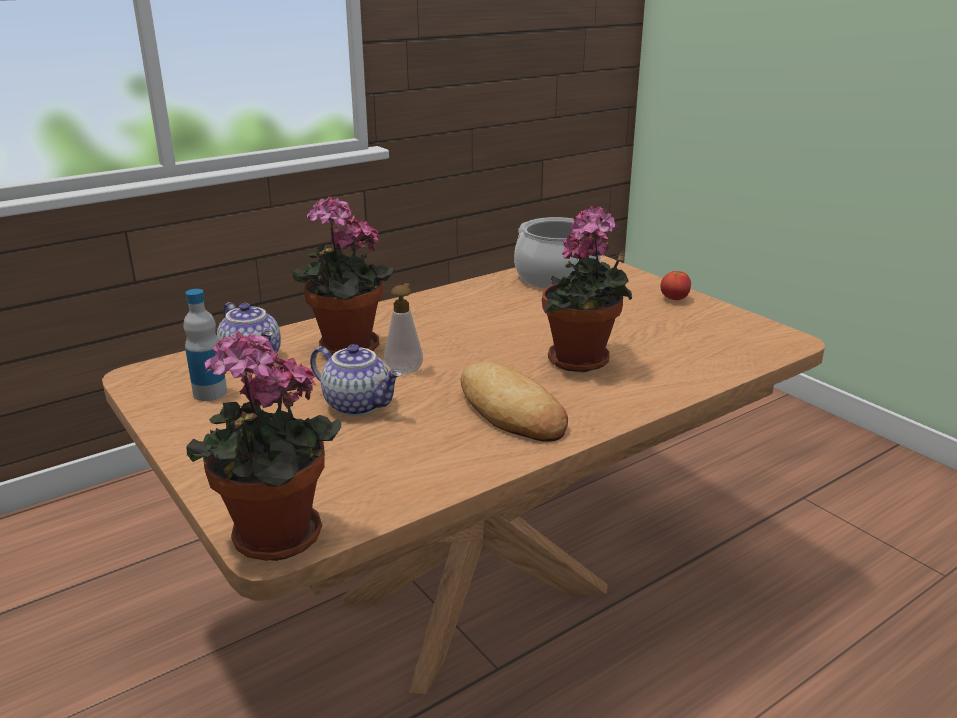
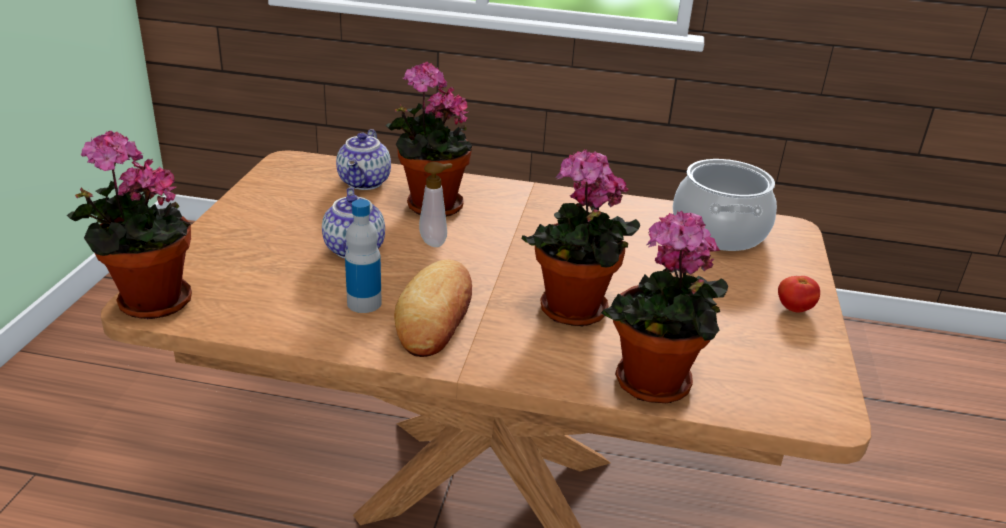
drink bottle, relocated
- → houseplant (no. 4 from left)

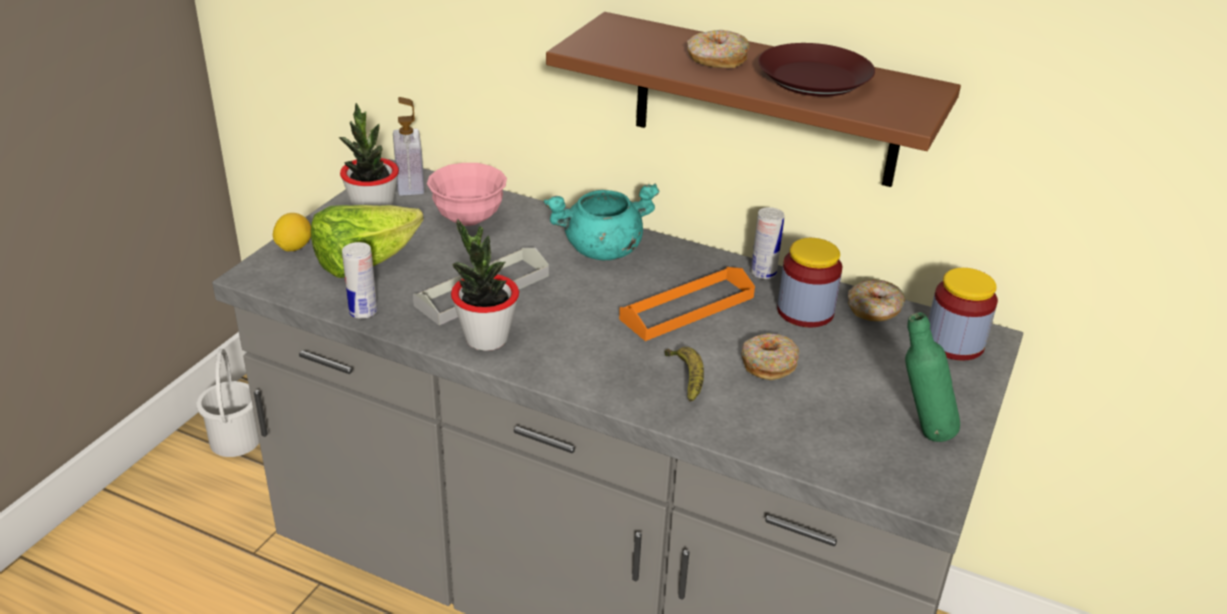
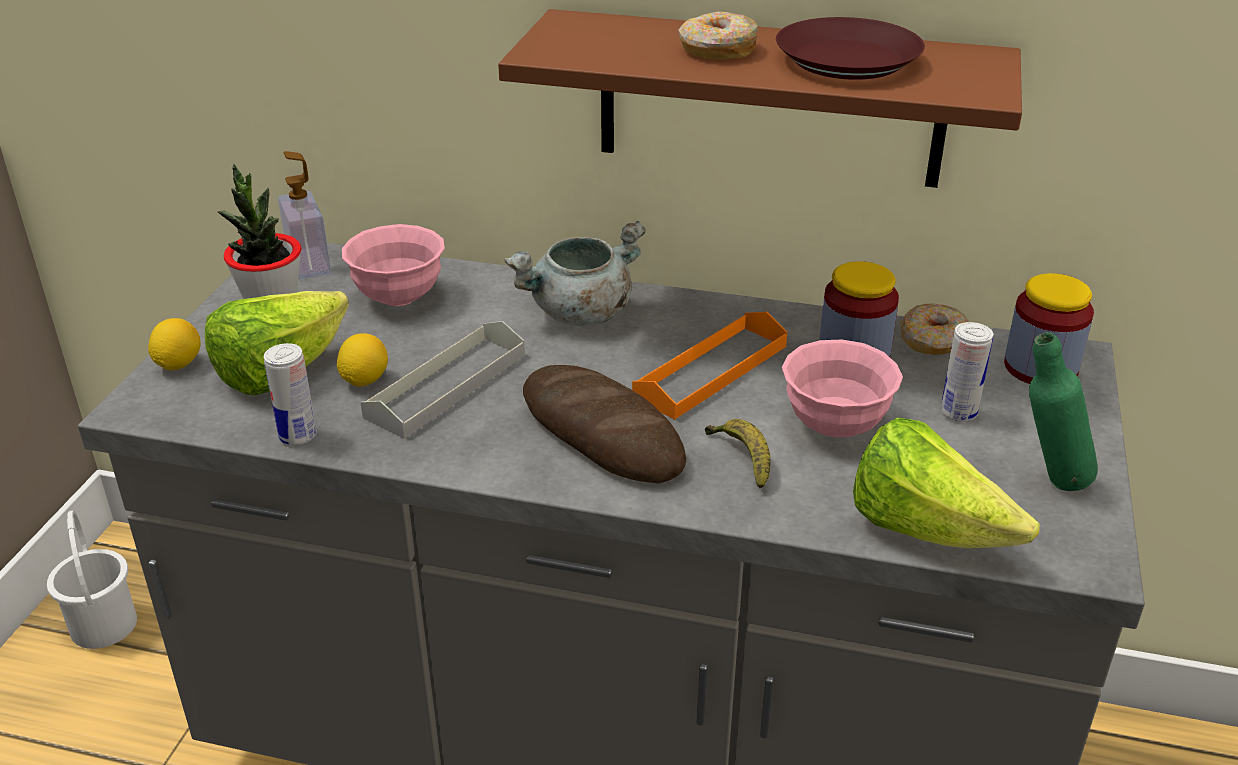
houseplant (no. 2 from left) → -
turquoise-coloured saucepot → gray saucepot
doughnut (no. 2 from left) → pink bowl (no. 2 from left)
metal can (no. 2 from left), relocated
- → citrus fruit (no. 2 from left)
- → baked bread
- → lettuce (no. 2 from left)

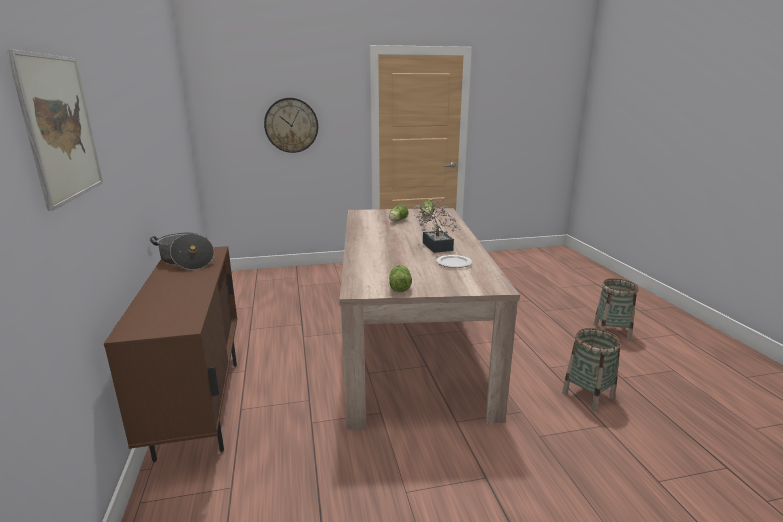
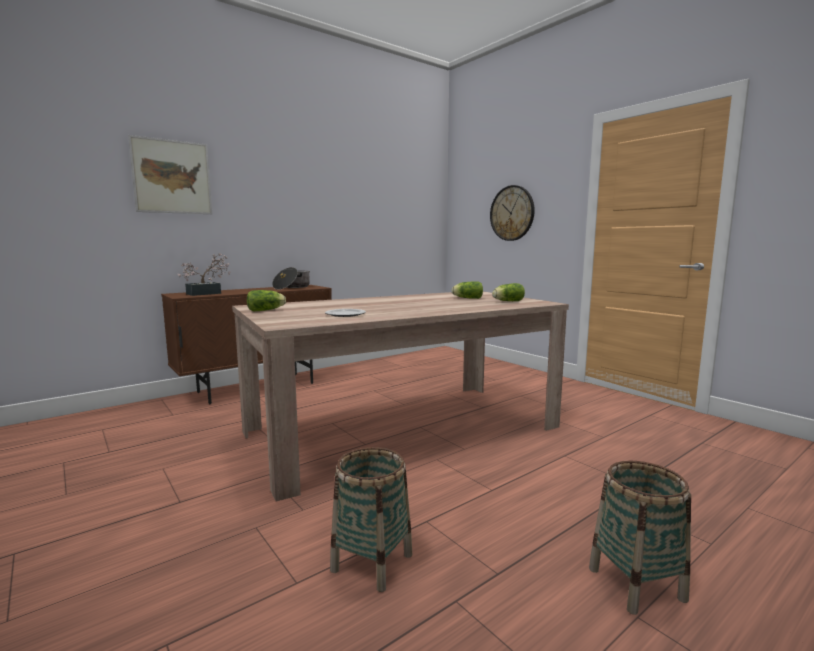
houseplant, relocated

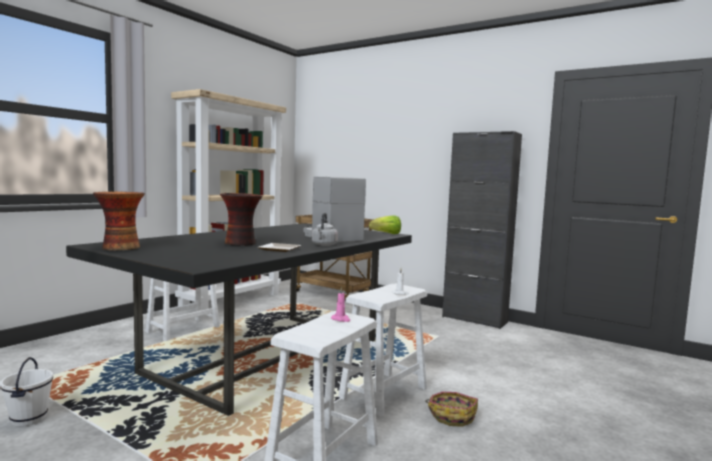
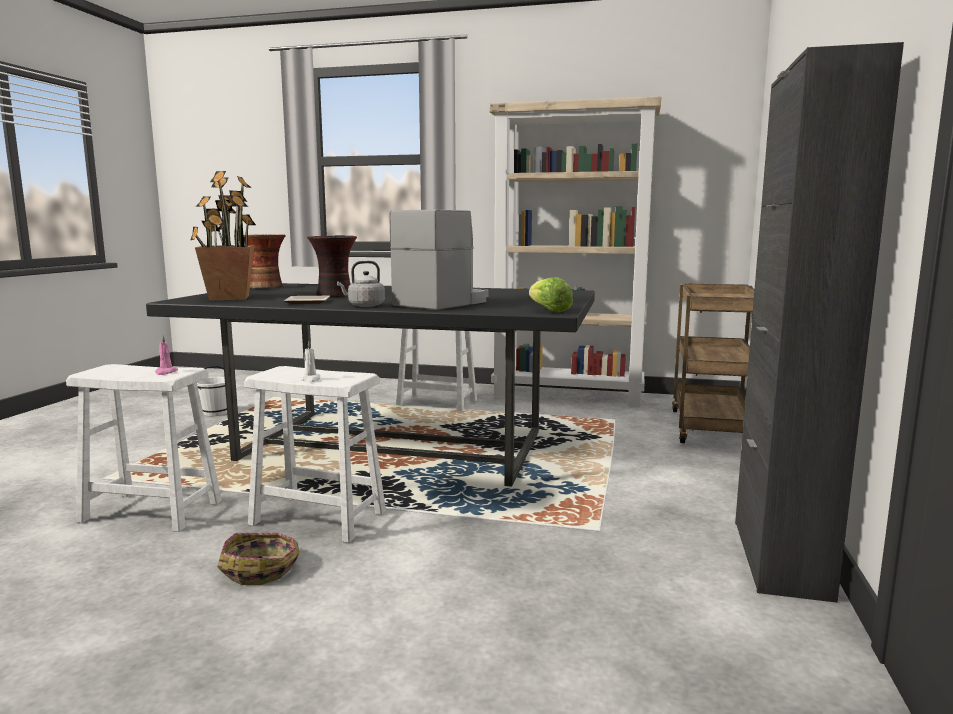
- → houseplant

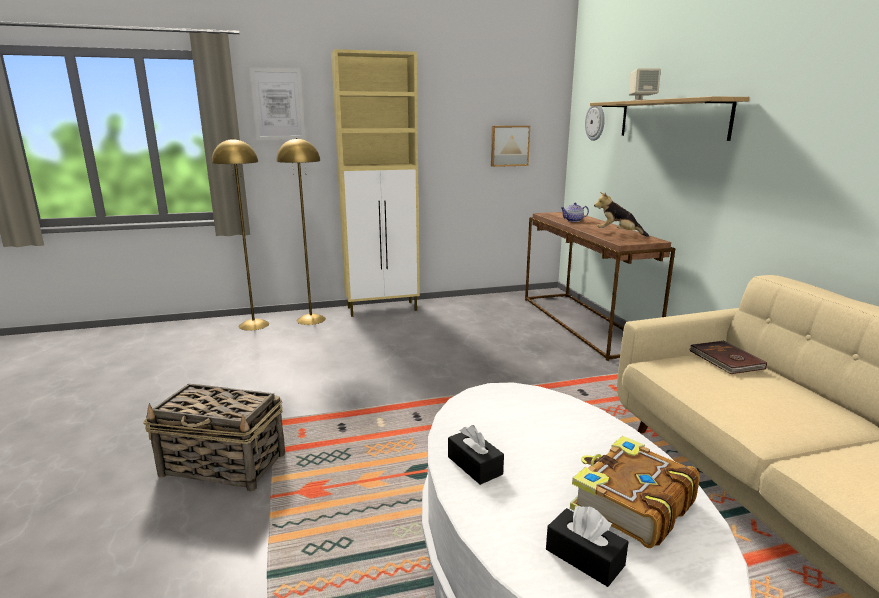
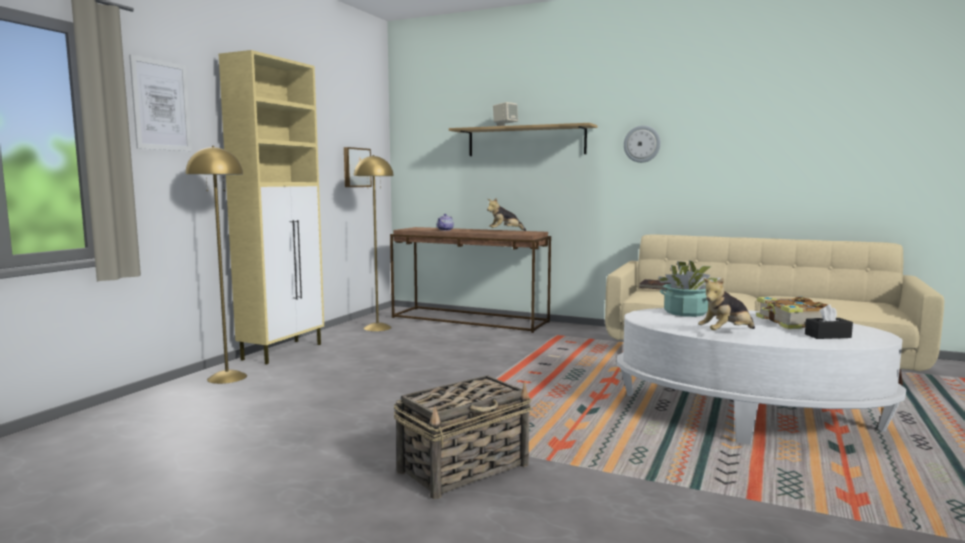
yellow floor lamp (no. 1 from left in the first image) → yellow floor lamp (no. 2 from left), relocated
black-coloured tissue holder (no. 1 from left) → soft toy (no. 2 from left)
wall clock, relocated
- → houseplant

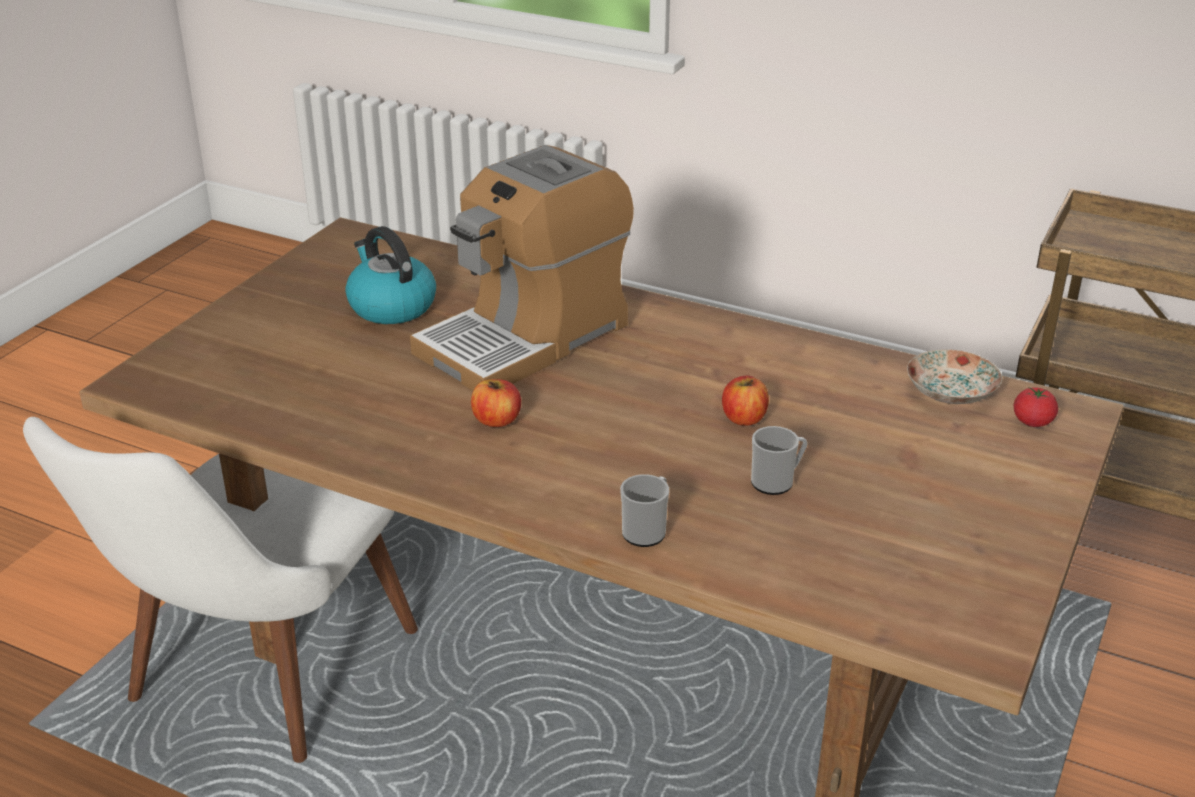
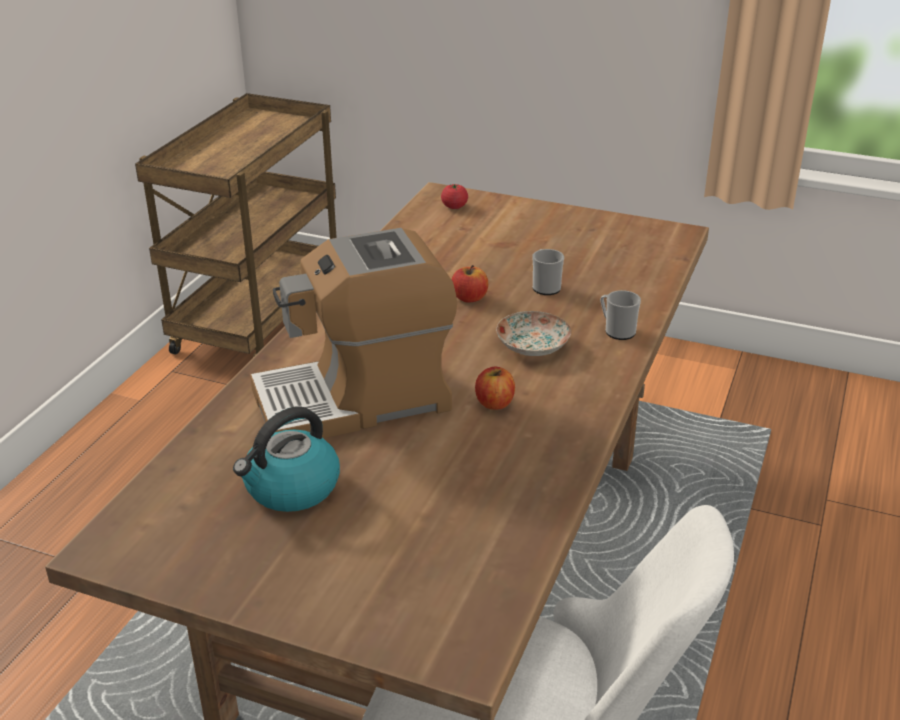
coffee machine, 120 degrees clockwise
plate, relocated

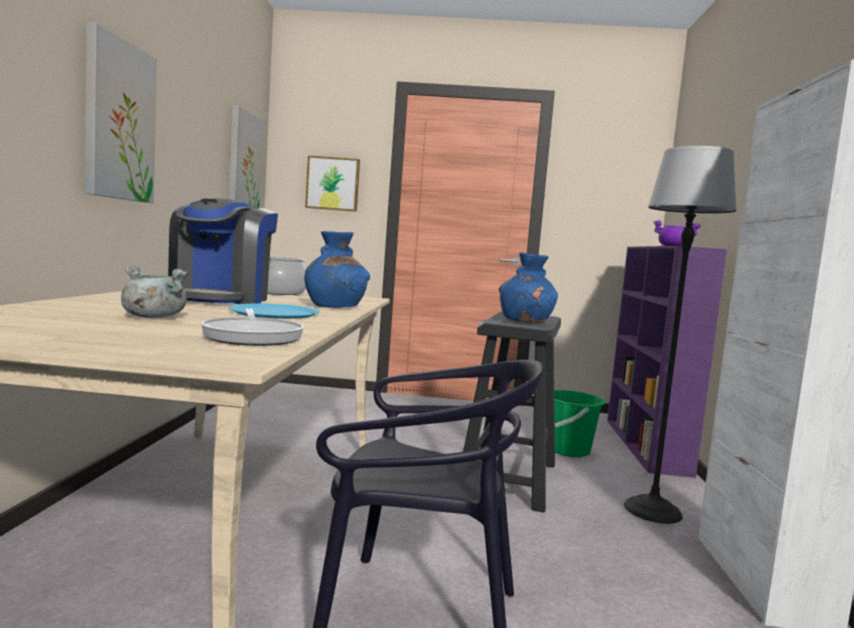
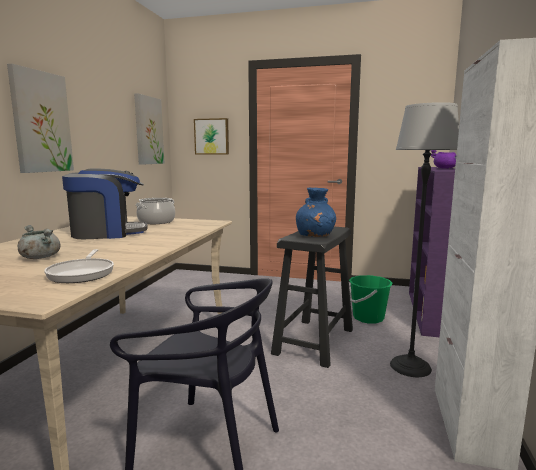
coffee machine, 120 degrees counterclockwise
blue-coloured plate → -
blue-coloured decorative vase (no. 1 from left) → -

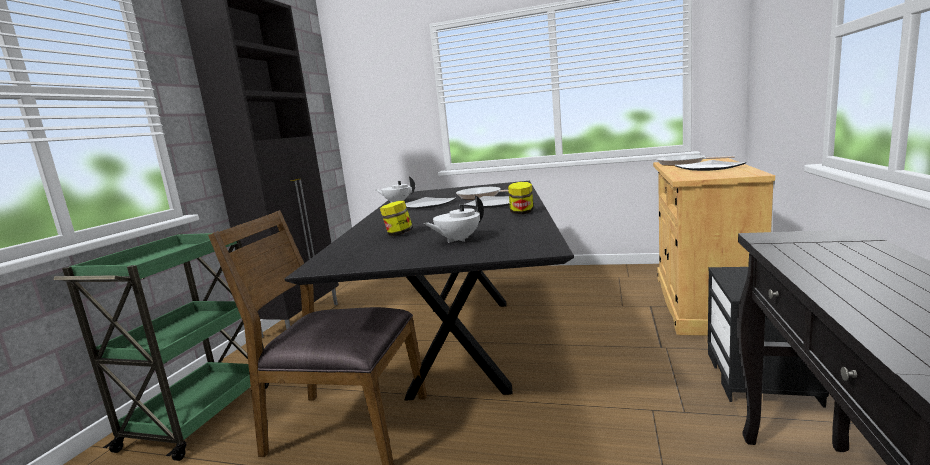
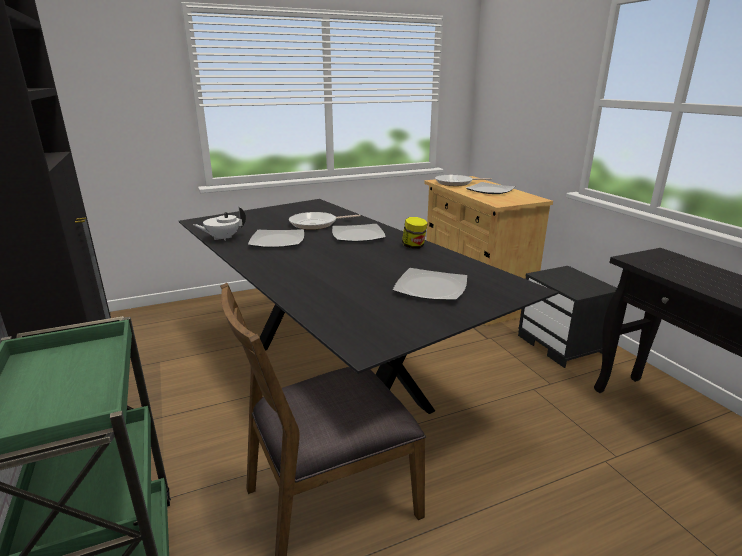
storage jar (no. 1 from left) → -
whitish tea pot (no. 2 from left) → plate (no. 3 from left)

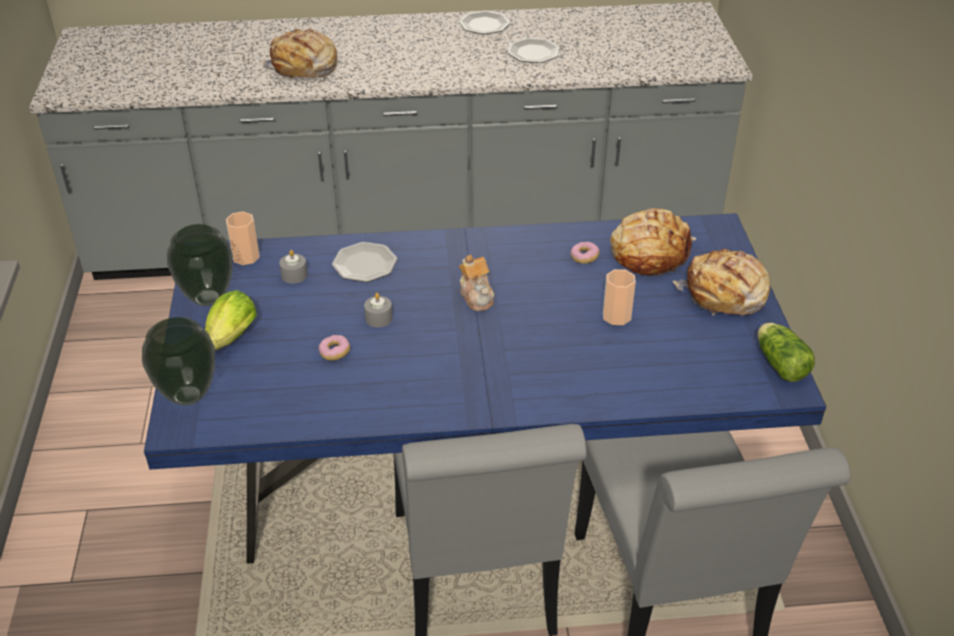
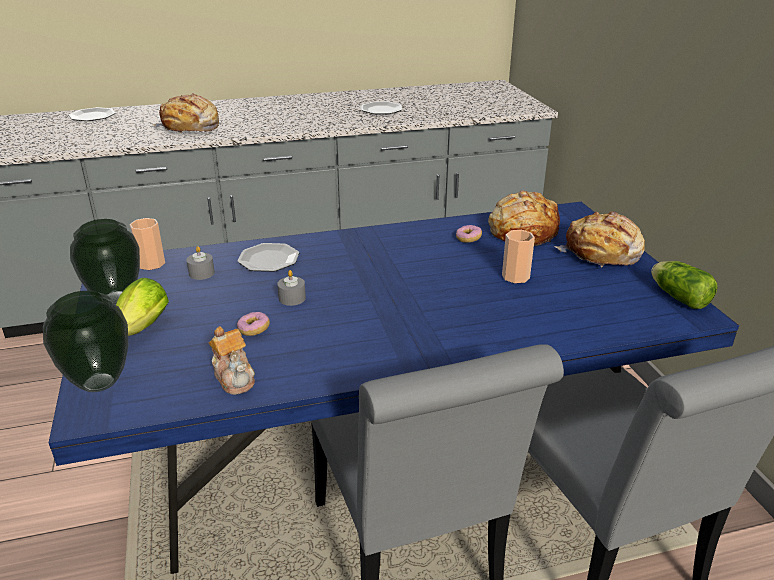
plate (no. 2 from left in the first image) → plate (no. 1 from left), relocated
tea pot, relocated

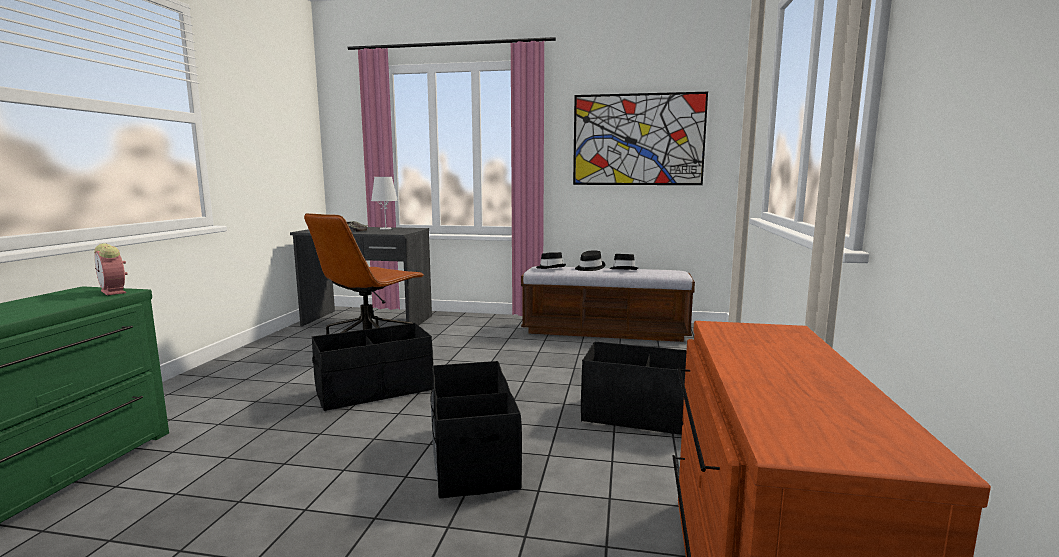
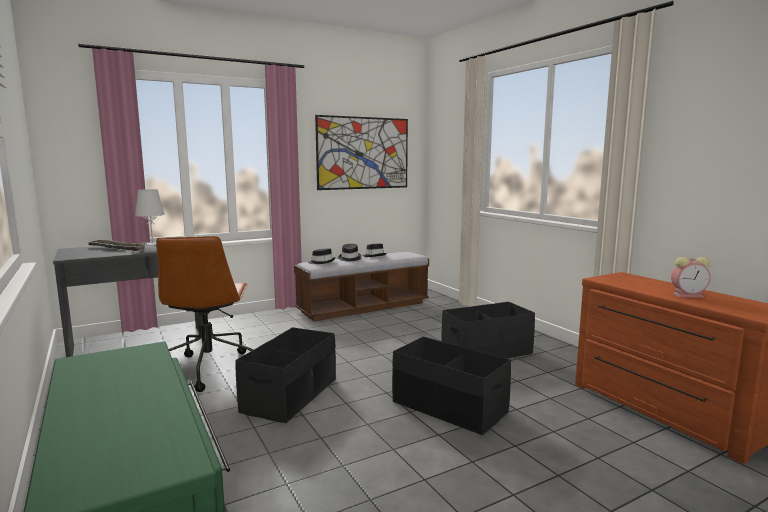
table clock, relocated

